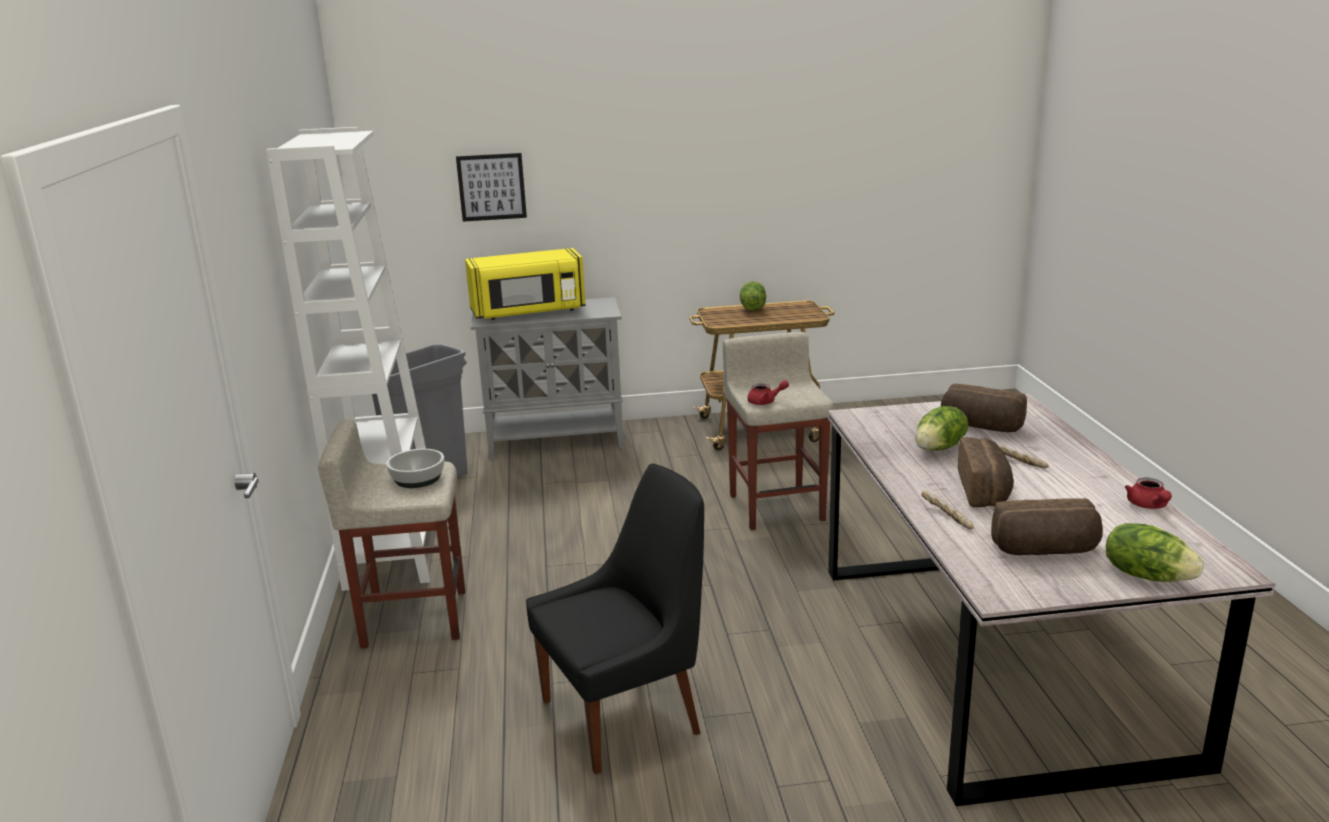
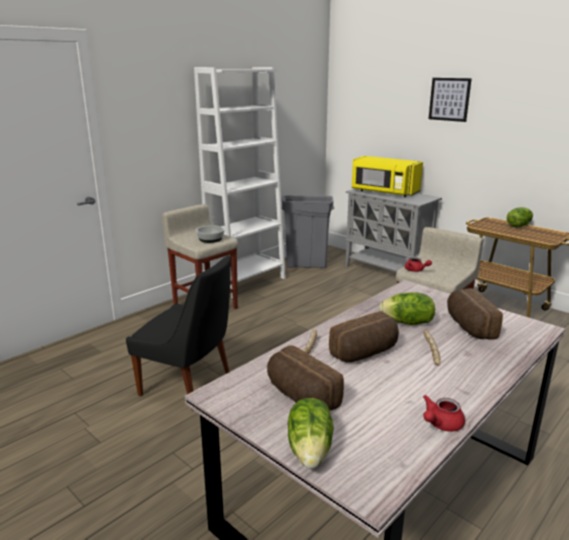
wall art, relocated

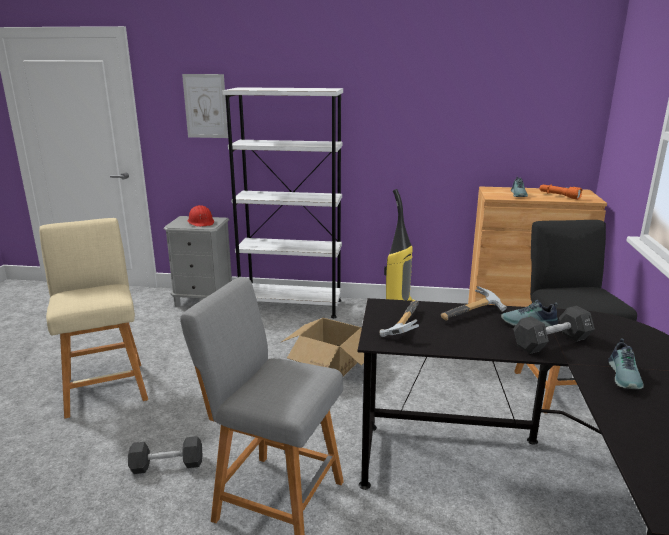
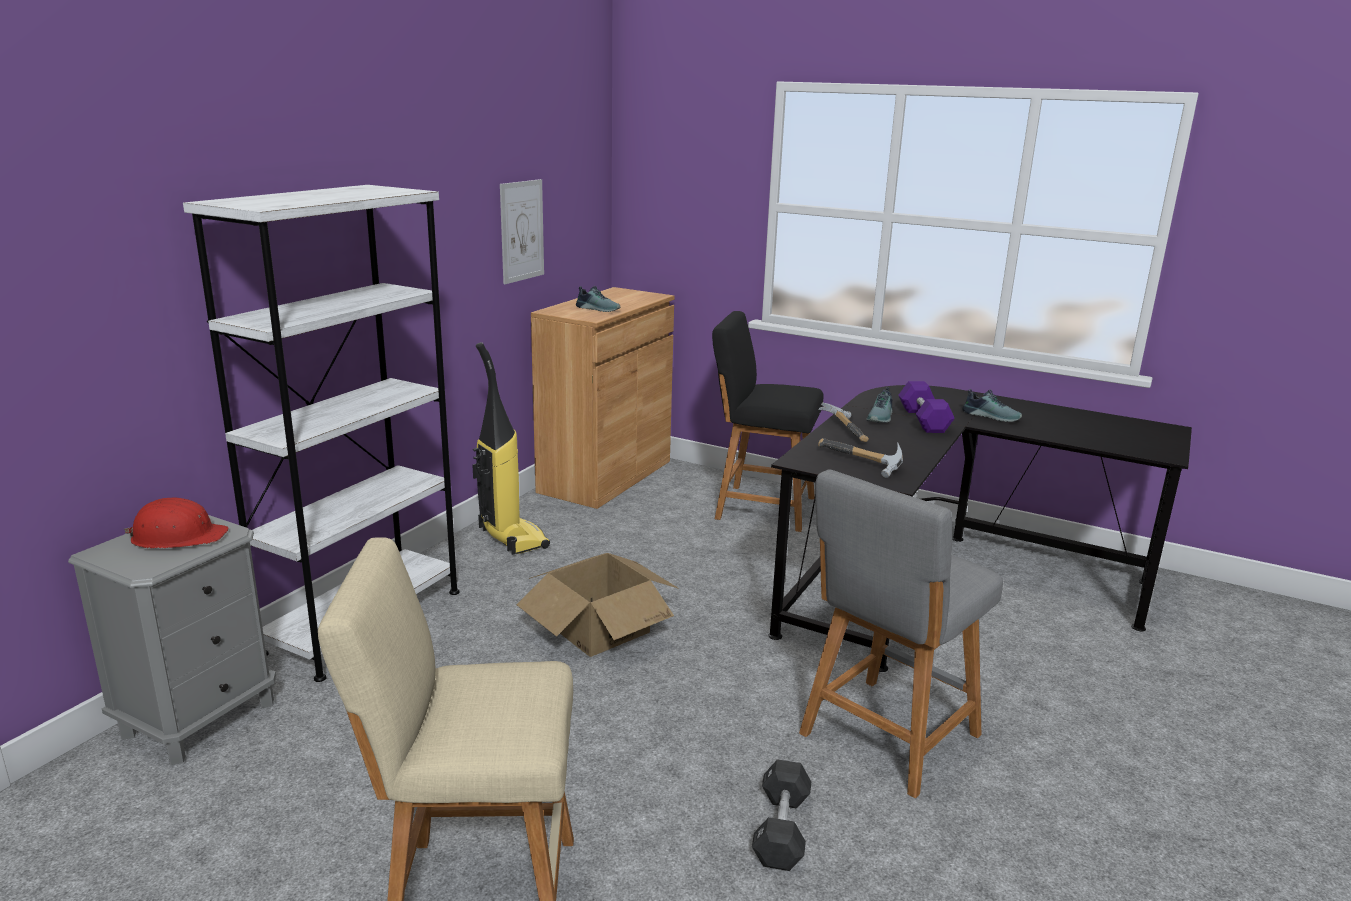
wall art, relocated
black-coloured hand weight (no. 2 from left) → purple hand weight
orangey flashlight → -

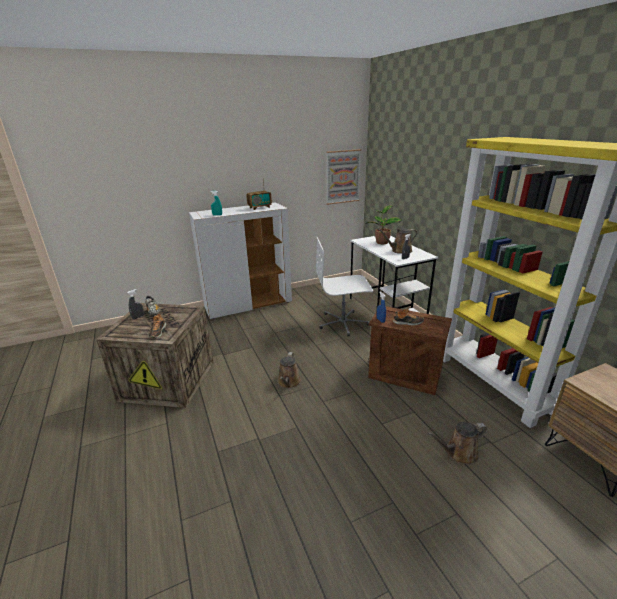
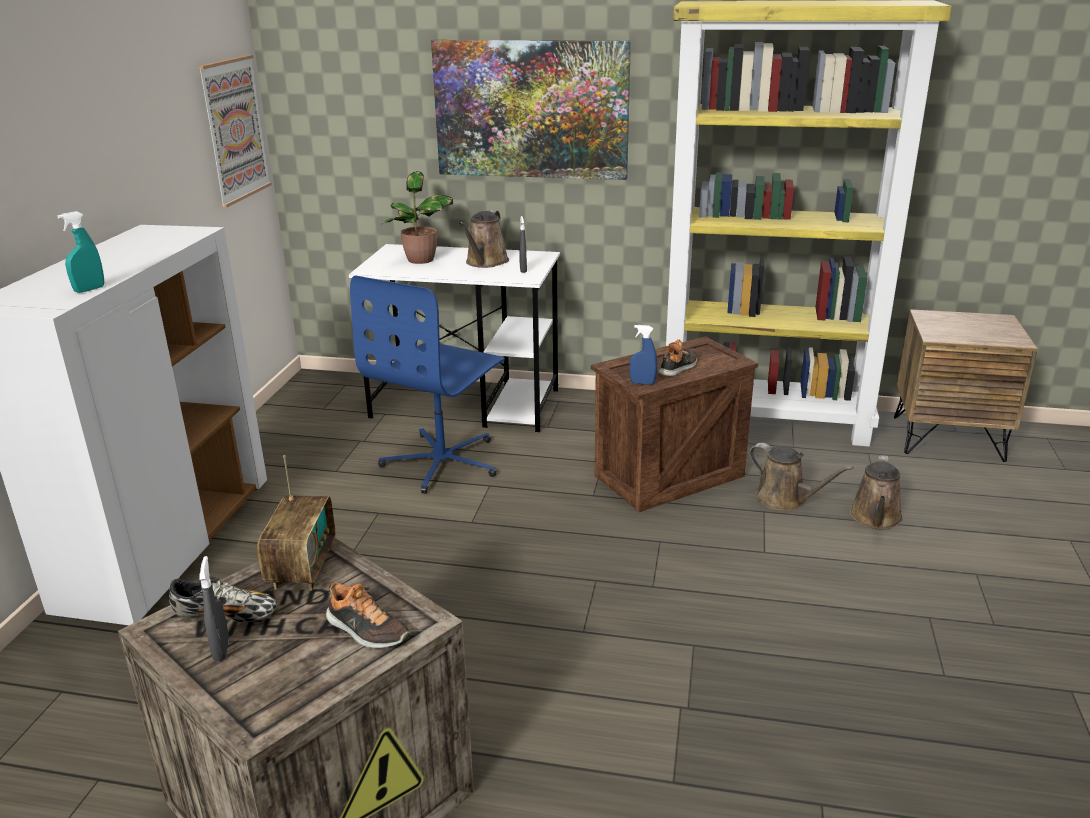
radio, relocated
brownish watering pot (no. 1 from left in the first image) → brownish watering pot (no. 2 from left), relocated
whitish desk chair → blue-coloured desk chair
- → wall art (no. 2 from left)

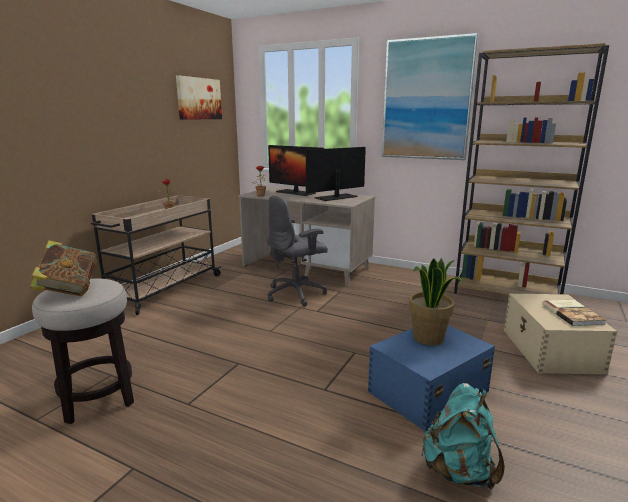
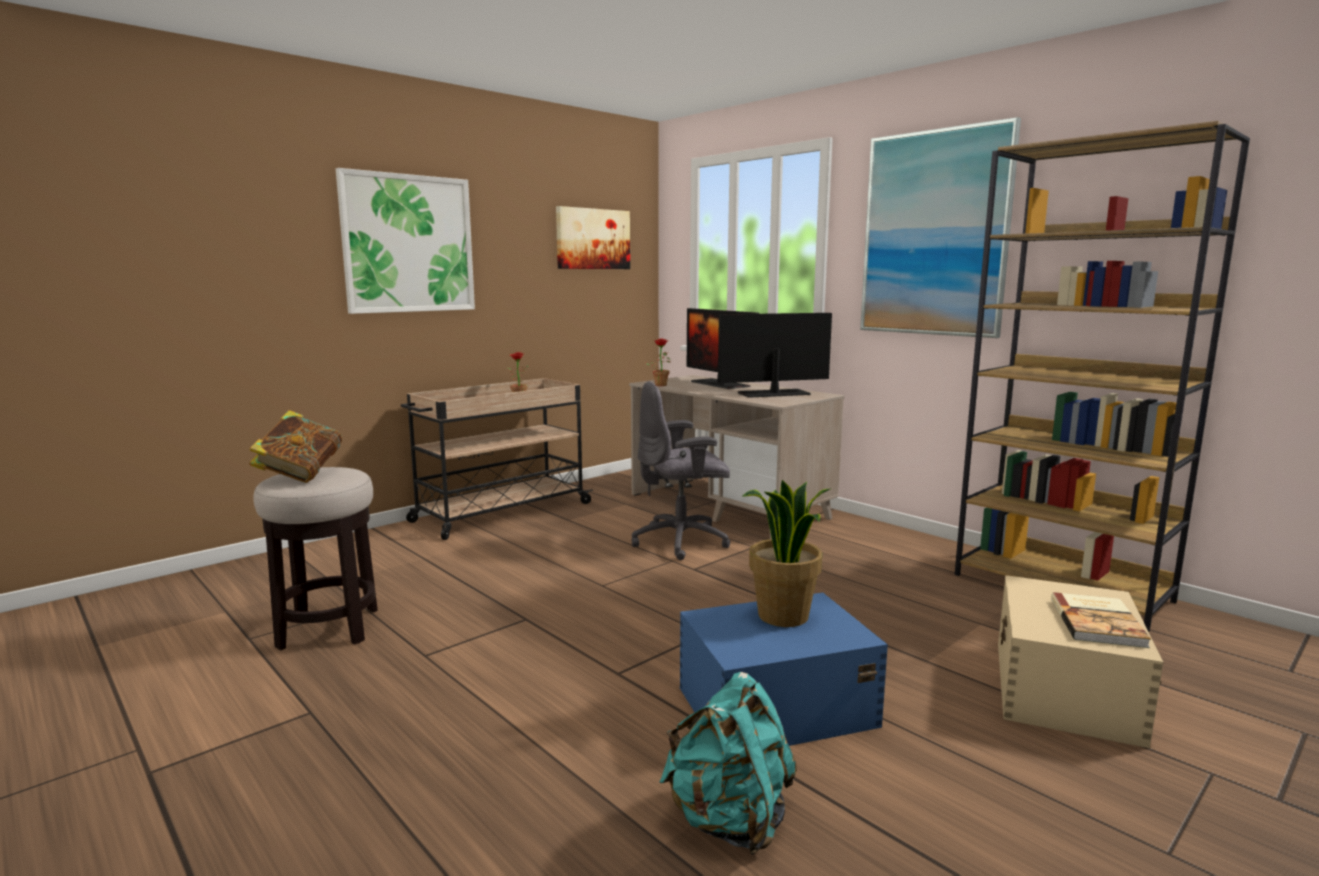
- → wall art (no. 1 from left)

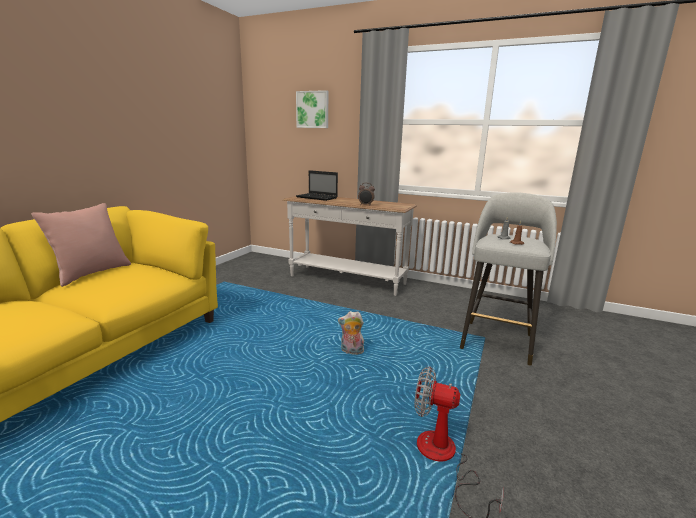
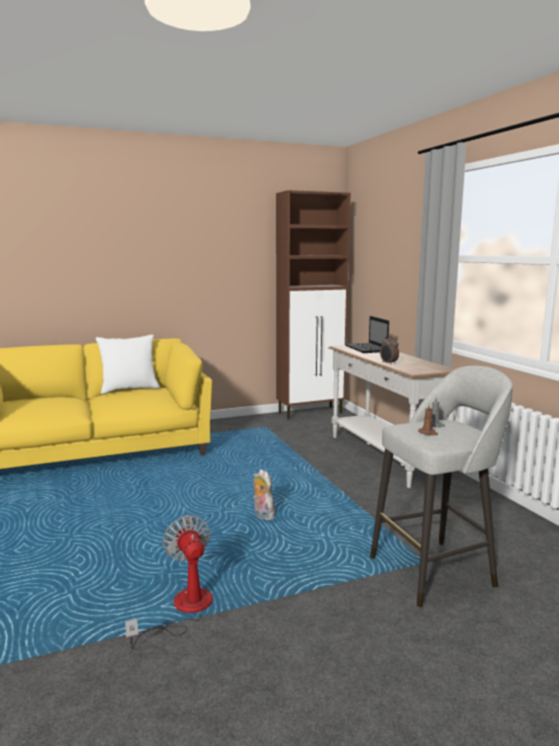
pink cushion → whitish cushion
wall art → -
- → brownish cabinet

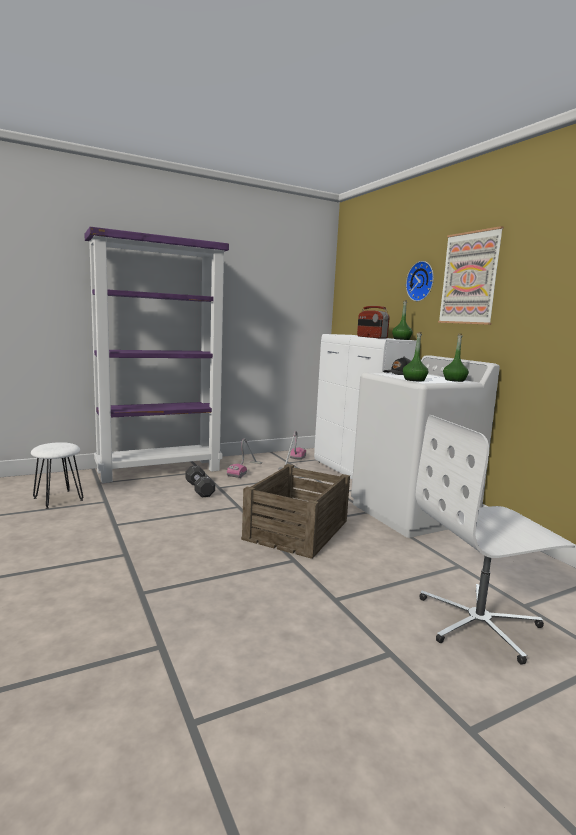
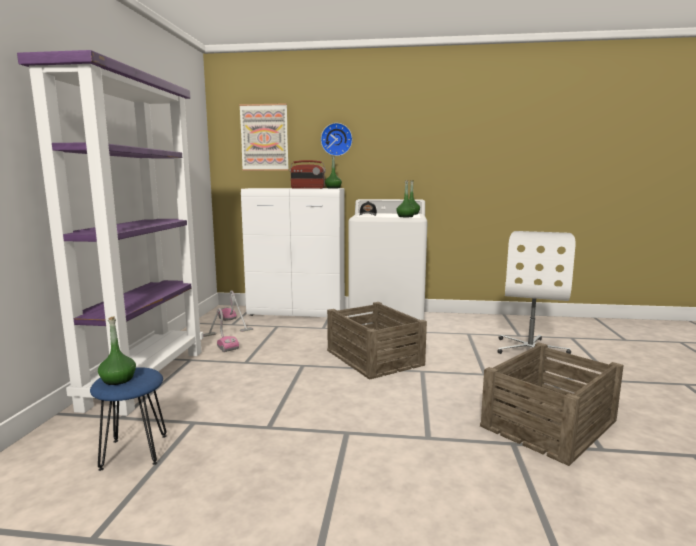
whitish sitting stool → blue-coloured sitting stool
black-coloured hand weight → -
wall art, relocated
- → green-coloured drink bottle (no. 1 from left)
- → shipping crate (no. 2 from left)

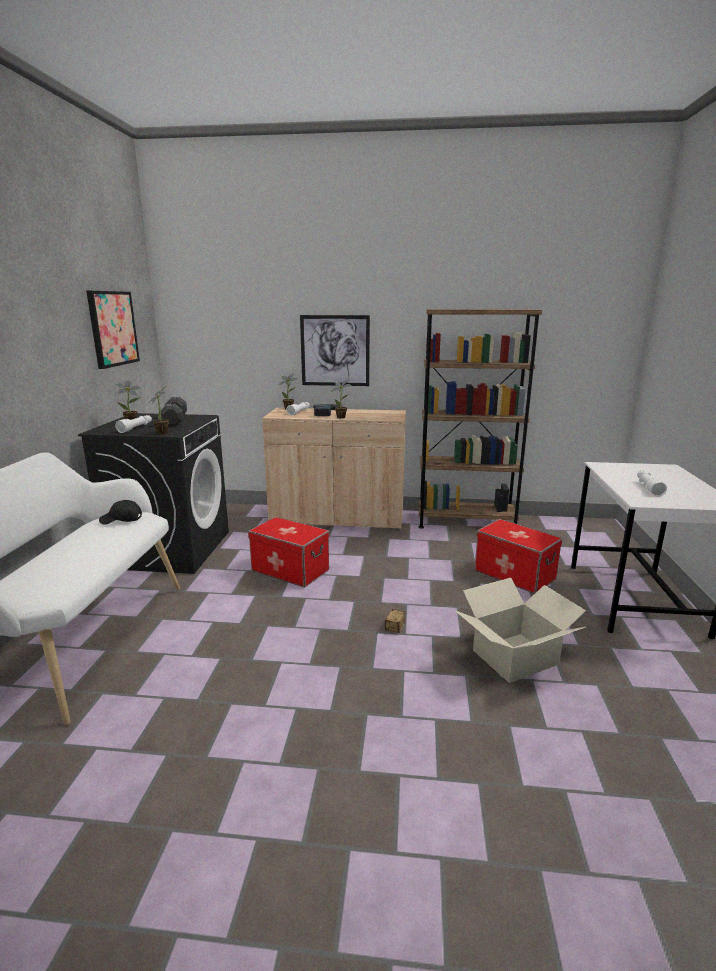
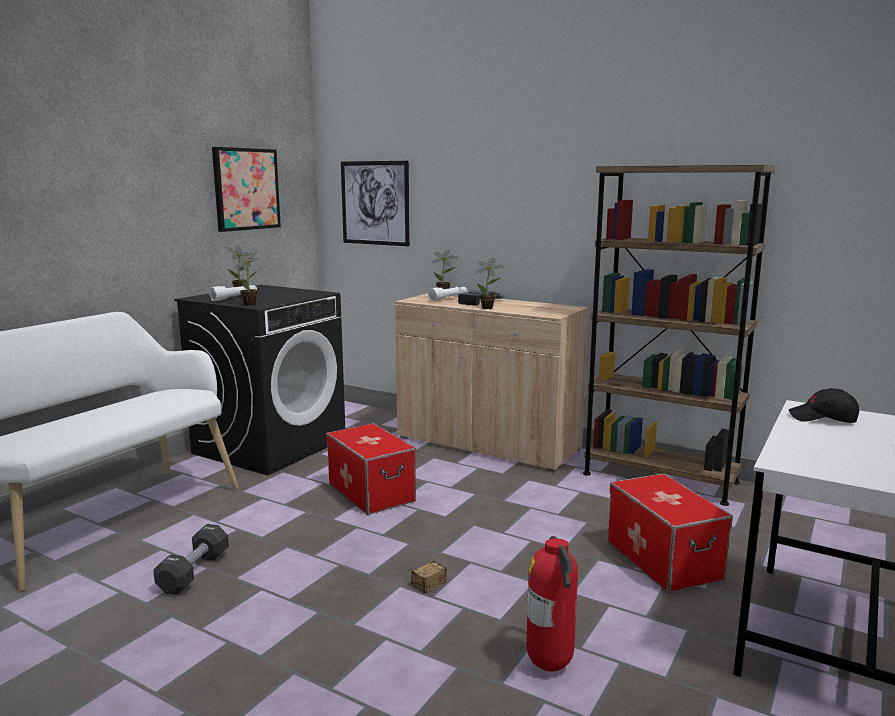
black-coloured cap, relocated
black-coloured hand weight, relocated
wall art (no. 2 from left), relocated
cardboard box → extinguisher
whitish flashlight (no. 3 from left) → -

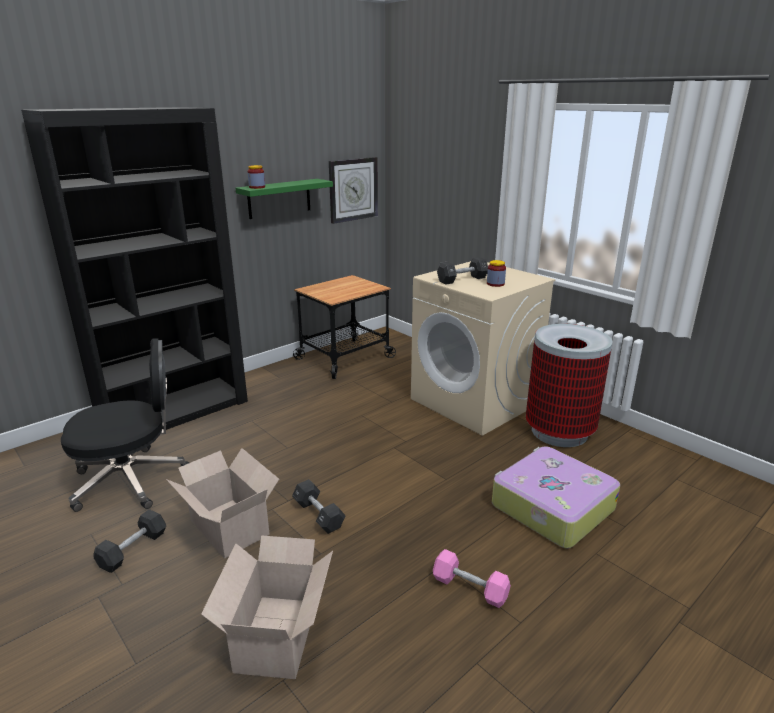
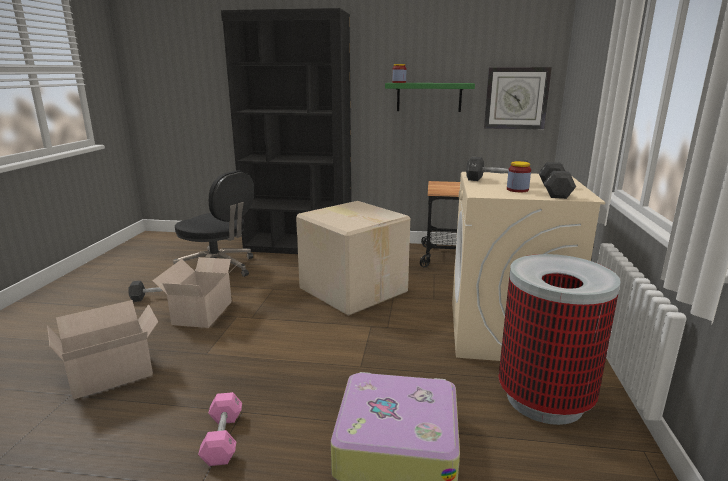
black-coloured hand weight (no. 2 from left in the first image) → black-coloured hand weight (no. 3 from left), relocated
- → cardboard box (no. 3 from left)

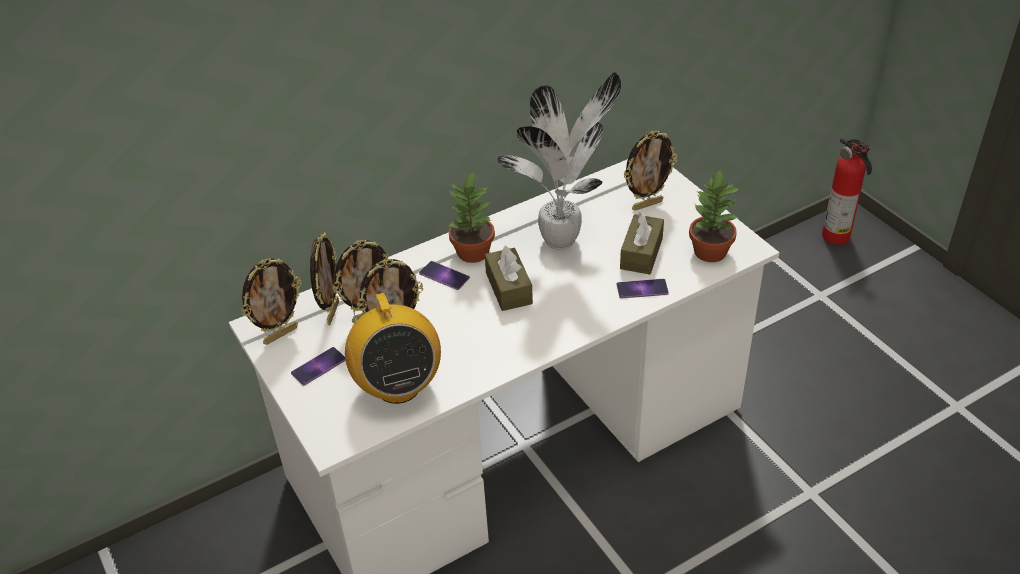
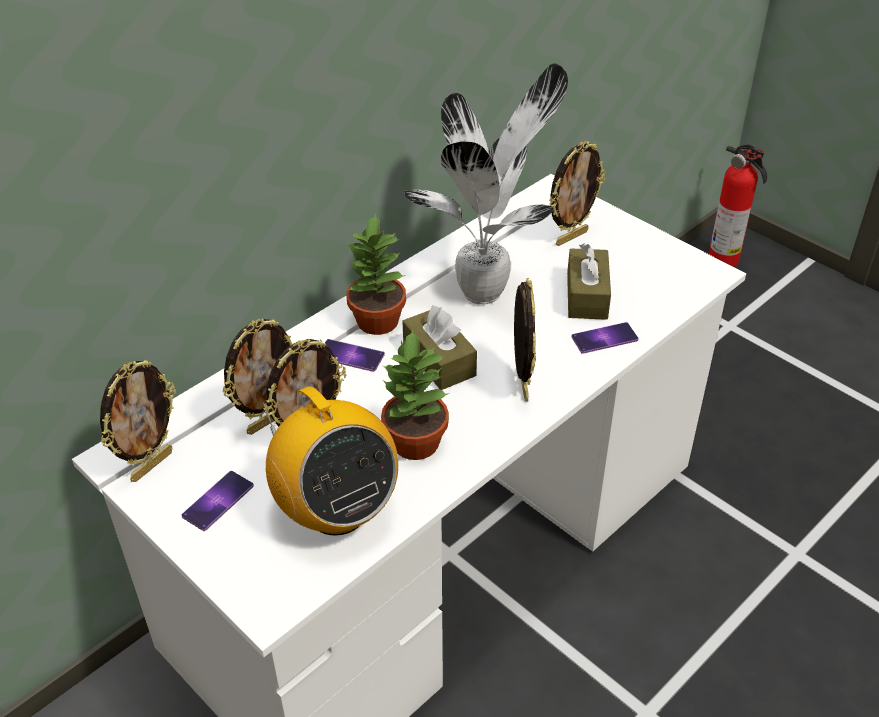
picture frame (no. 2 from left in the first image) → picture frame (no. 4 from left), relocated
houseplant (no. 3 from left in the first image) → houseplant (no. 2 from left), relocated

